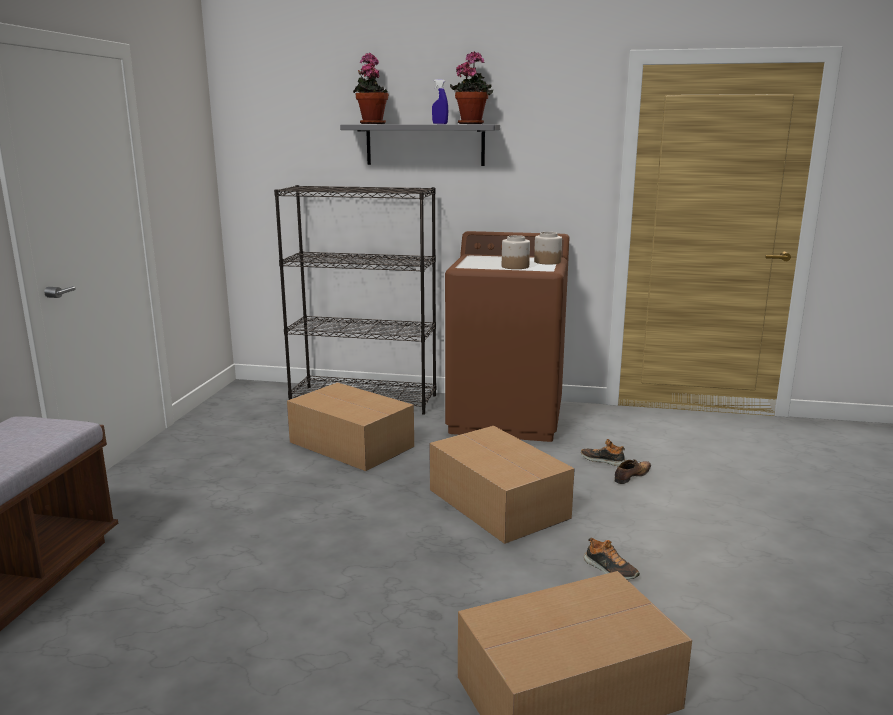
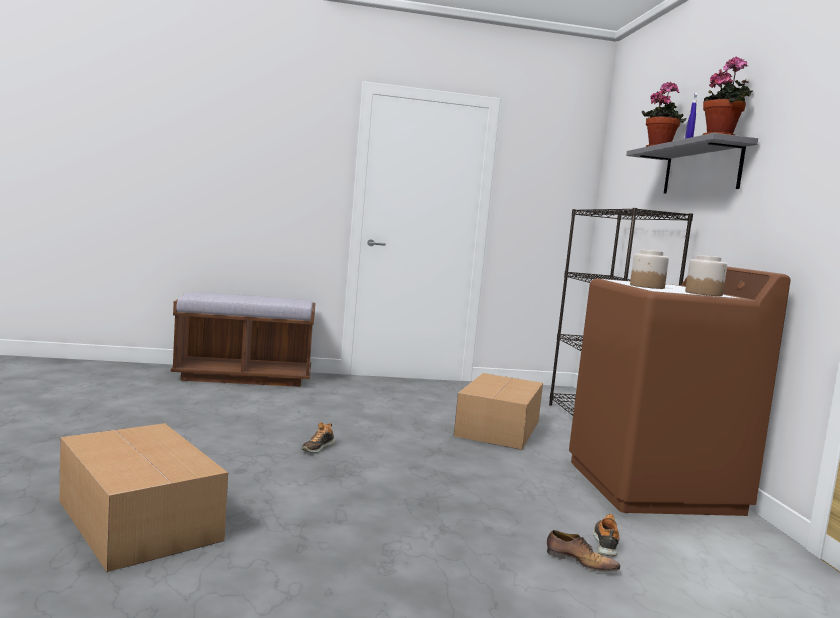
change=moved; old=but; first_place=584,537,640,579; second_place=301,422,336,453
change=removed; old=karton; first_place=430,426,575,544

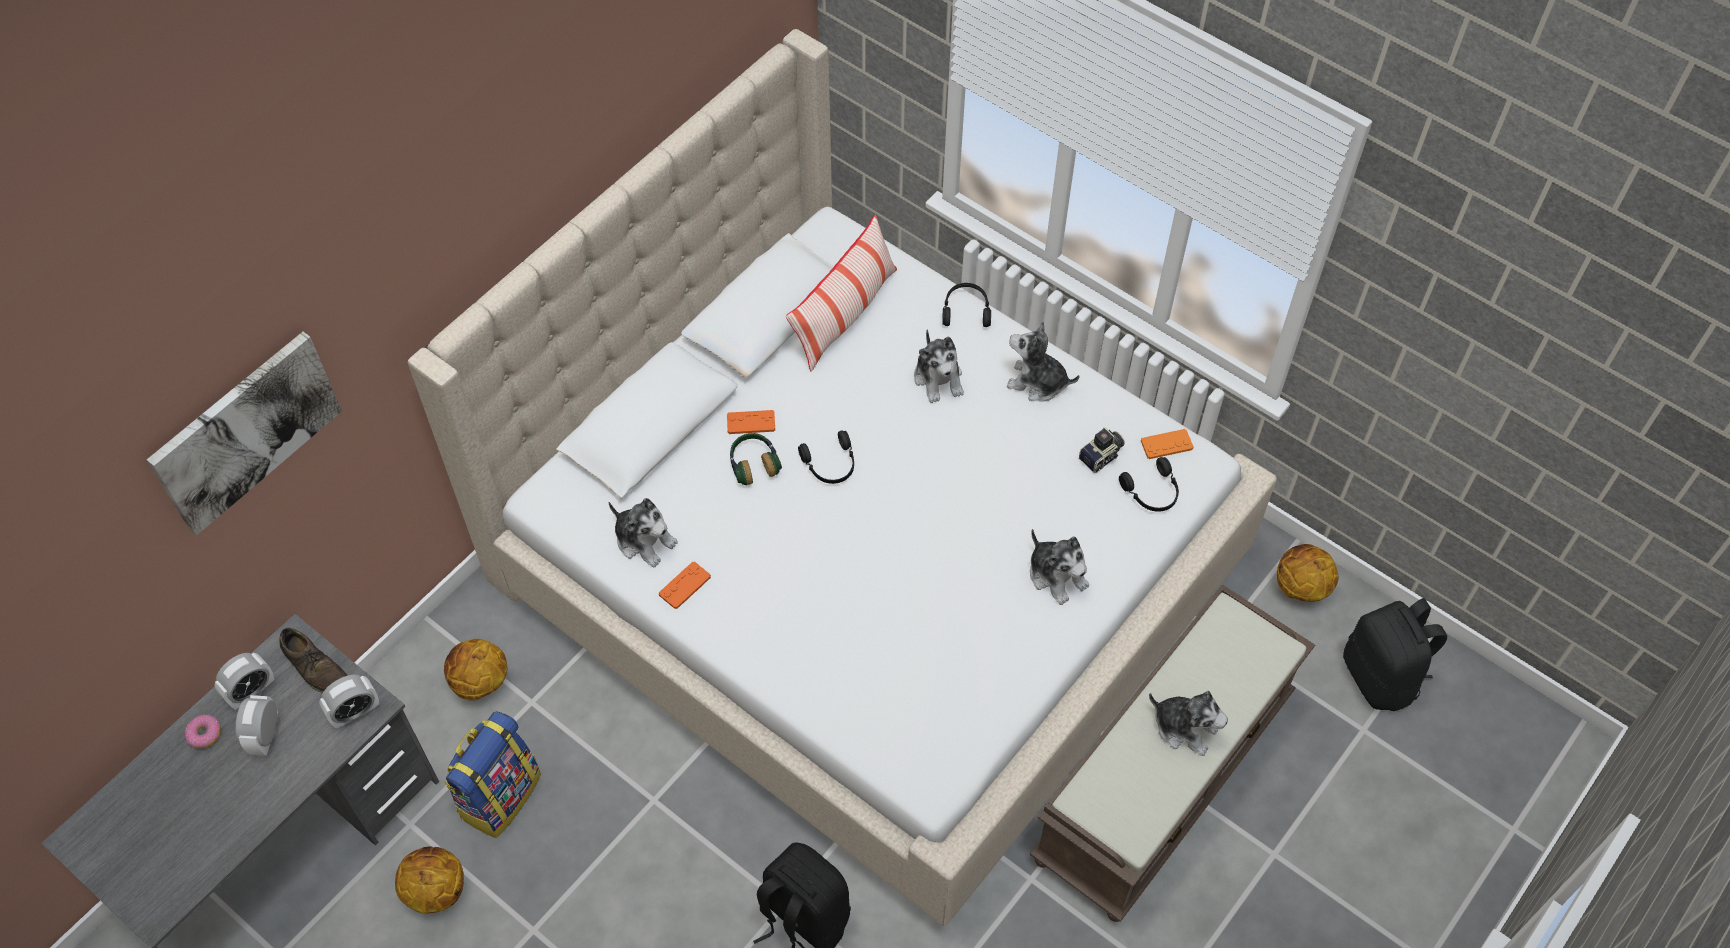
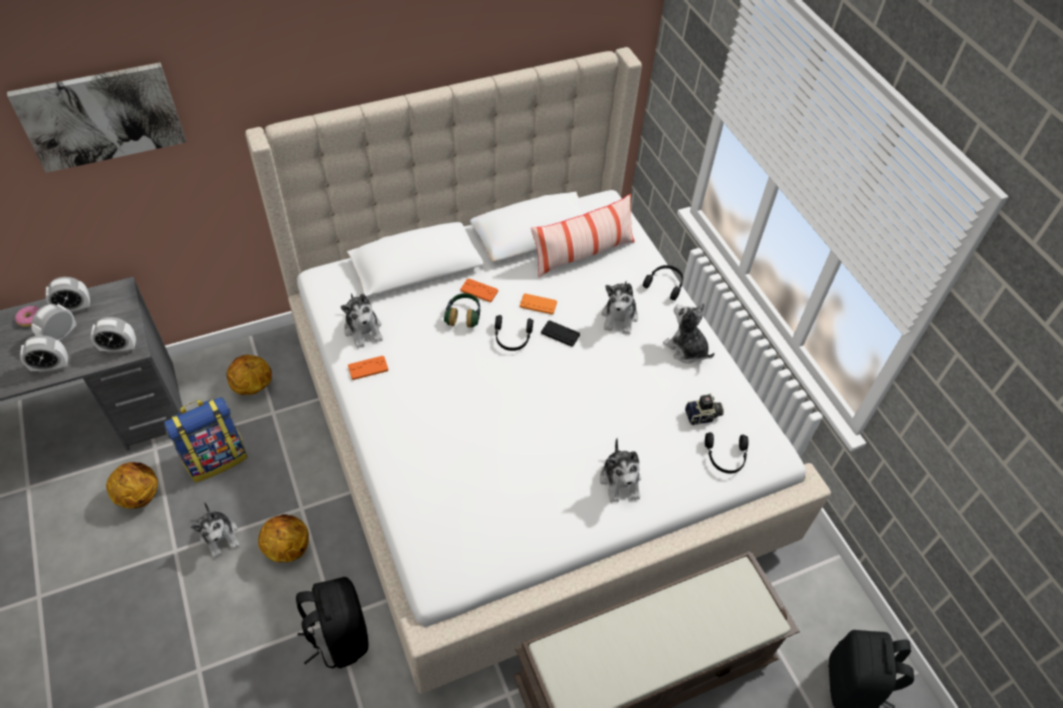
change=added; new=budzik; second_place=20,335,68,373
change=moved; old=pluszak; first_place=1149,691,1228,756; second_place=190,502,239,558
change=moved; old=piłka do koszykówki; first_place=1277,544,1338,602; second_place=258,514,309,562
change=moved; old=pad do gier/pomarańczowy; first_place=1141,429,1193,459; second_place=520,293,557,315
change=added; new=pad do gier/czarny; second_place=541,320,580,347
change=removed; old=but/brązowy; first_place=280,628,348,693

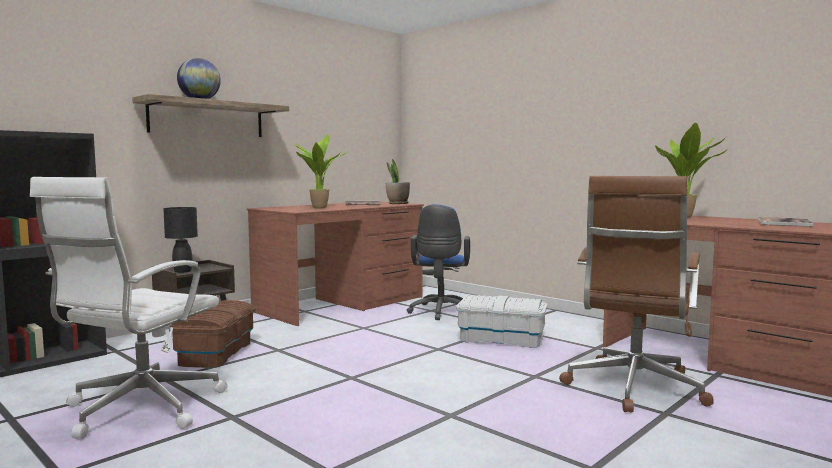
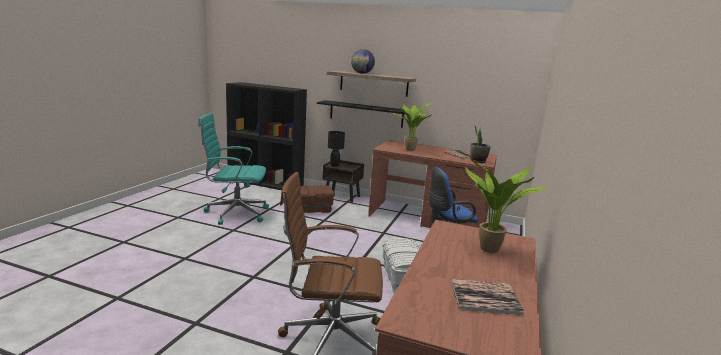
change=recoloured; old=krzesło biurowe/biały; new=krzesło biurowe/turkusowy; first_place=30,177,227,439; second_place=198,113,269,225
change=added; new=półka/czarny; second_place=317,100,411,128

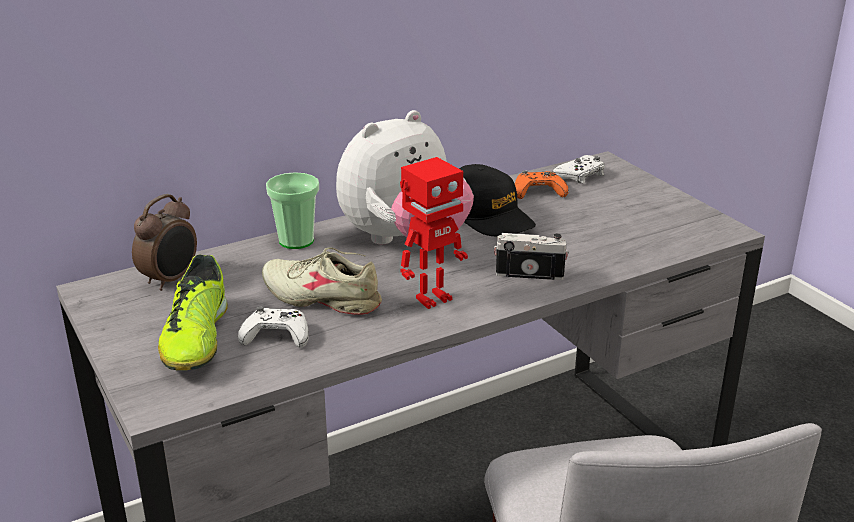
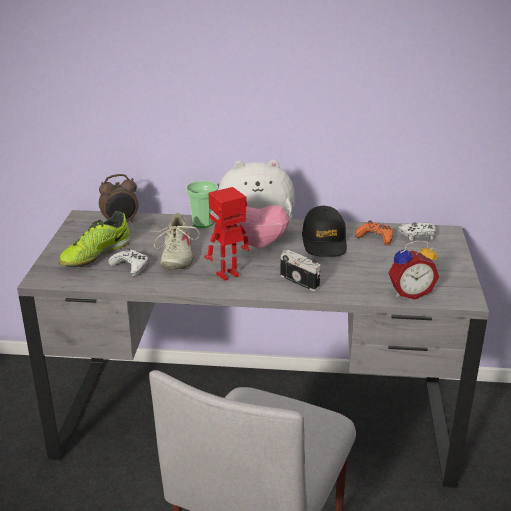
change=turned; old=but/beżowy; first_place=262,247,382,315; second_place=151,213,200,270; degrees=-150
change=turned; old=robot zabawkowy; first_place=400,157,468,309; second_place=205,187,249,281; degrees=150
change=added; new=budzik; second_place=388,240,439,300

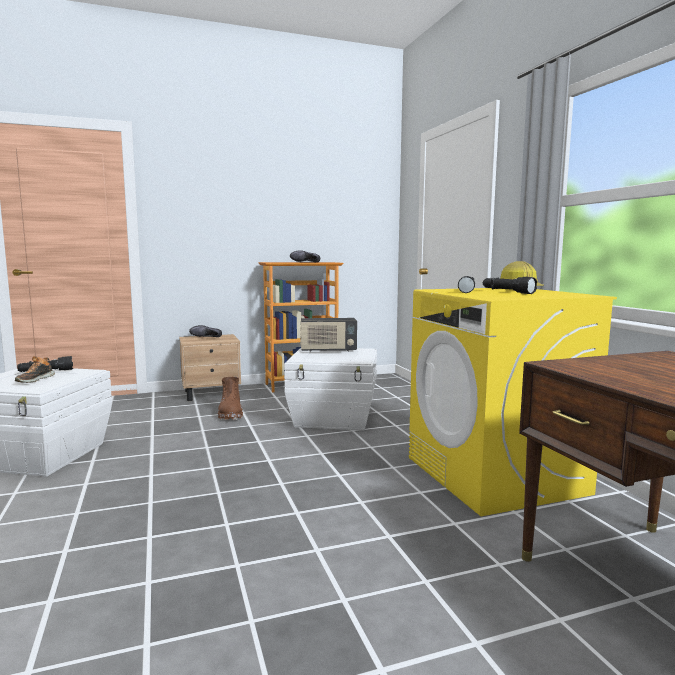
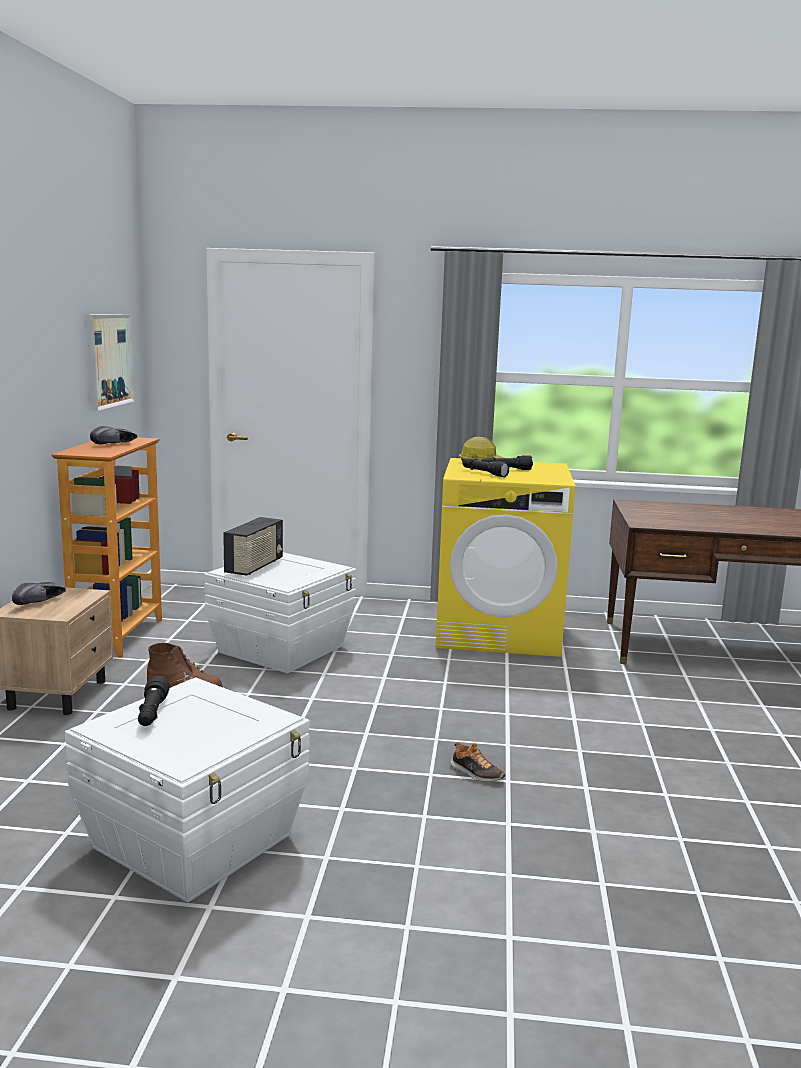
change=added; new=obraz; second_place=86,314,135,411
change=moved; old=but; first_place=15,356,55,383; second_place=450,742,505,782

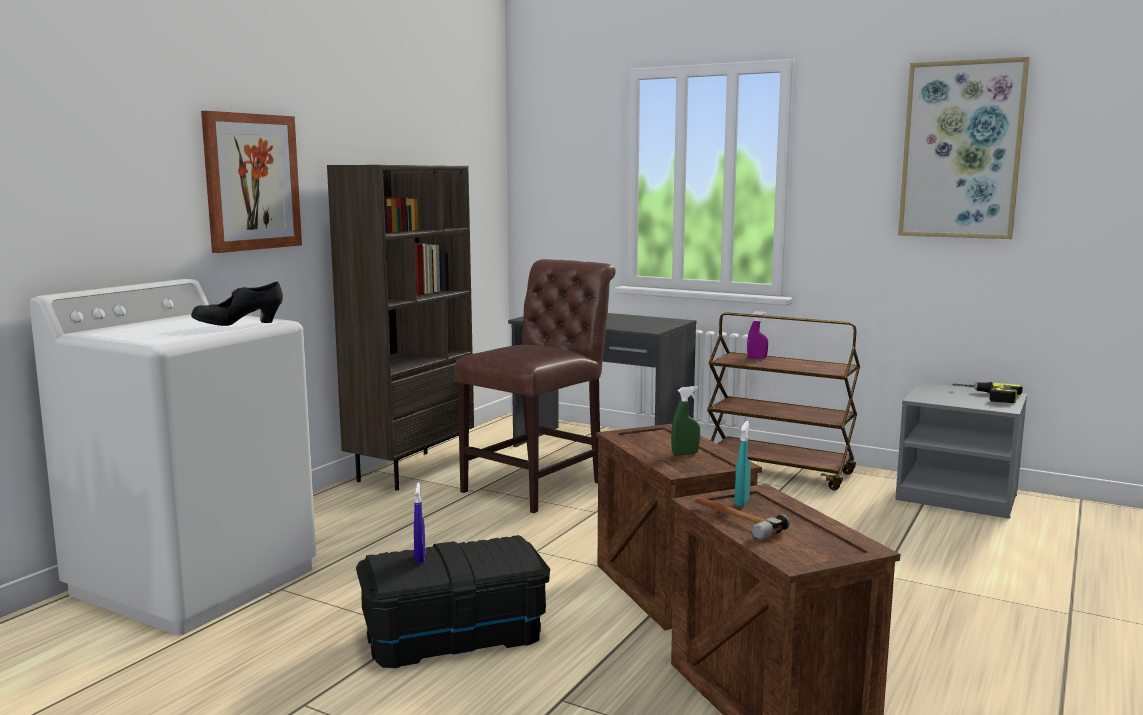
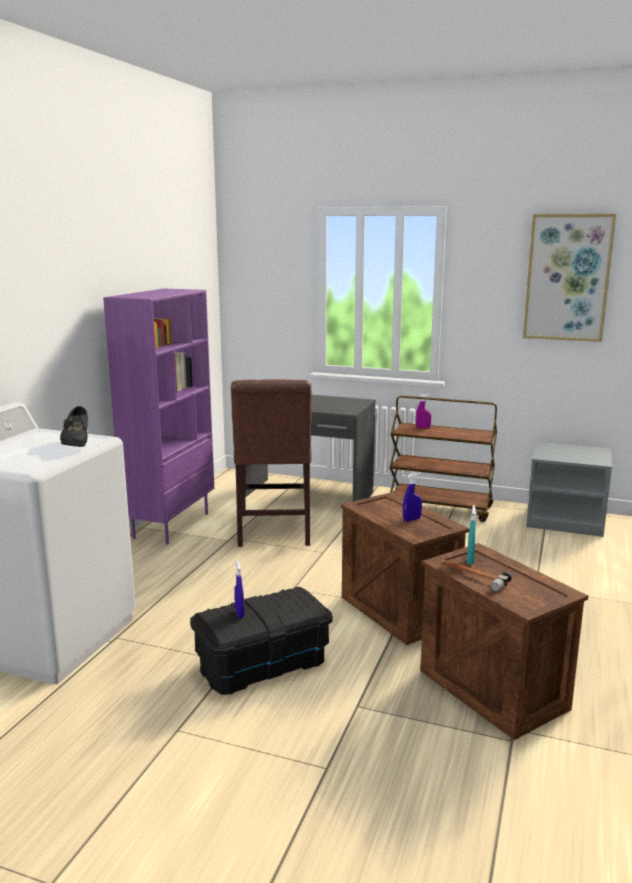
change=turned; old=but/czarny; first_place=191,282,283,326; second_place=60,406,88,447; degrees=-60
change=recoloured; old=regał/brązowy; new=regał/fioletowy; first_place=327,165,474,490; second_place=103,289,214,544
change=turned; old=krzesło/brązowy; first_place=455,259,616,513; second_place=231,379,312,547; degrees=150
change=recoloured; old=spryskiwacz/zielony; new=spryskiwacz/niebieski; first_place=671,386,700,456; second_place=403,473,422,522
change=removed; old=obraz; first_place=201,111,302,253
change=removed; old=wiertarka; first_place=953,382,1023,403

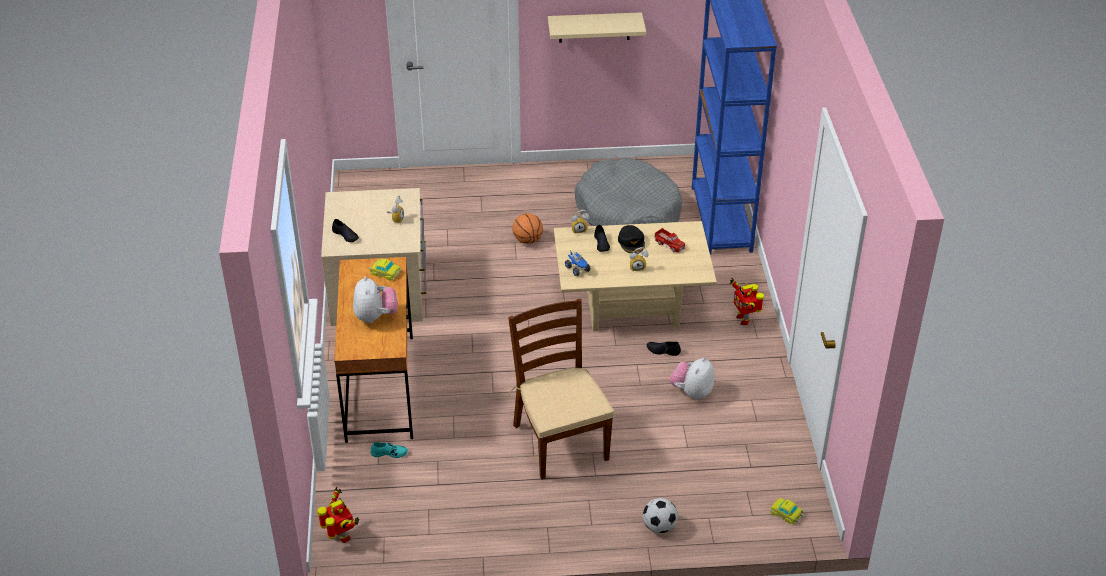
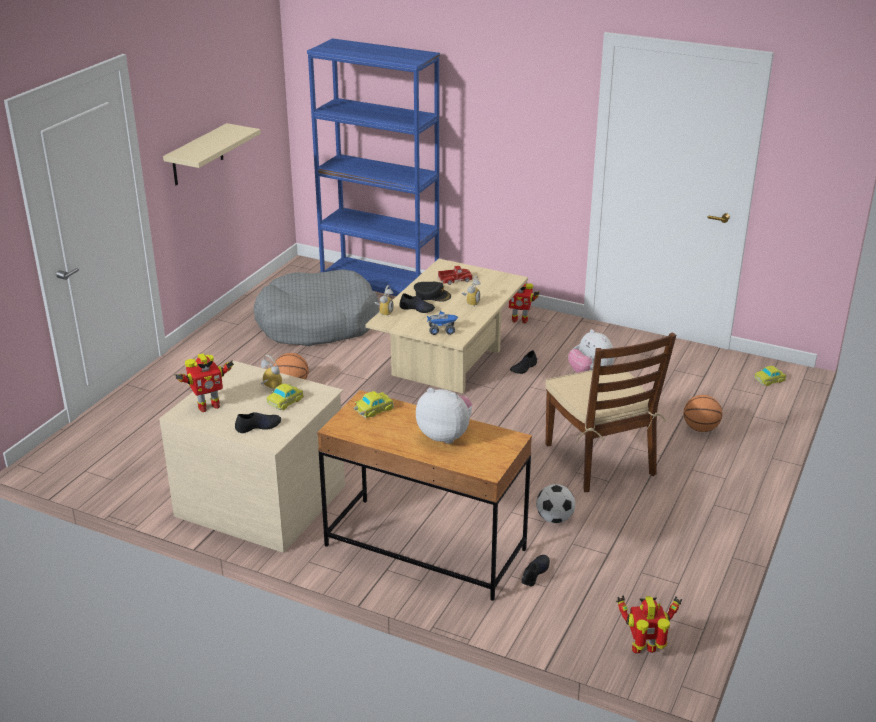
change=added; new=robot zabawkowy; second_place=175,353,234,412
change=added; new=samochodzik; second_place=266,383,304,410
change=recoloured; old=but/turkusowy; new=but/czarny; first_place=371,442,408,458; second_place=522,555,550,586
change=moved; old=piłka futbolowa; first_place=643,498,678,533; second_place=536,484,575,523
change=turned; old=krzesło/brązowy; first_place=507,299,614,480; second_place=545,332,676,492; degrees=-120
change=added; new=piłka do koszykówki; second_place=684,395,723,432

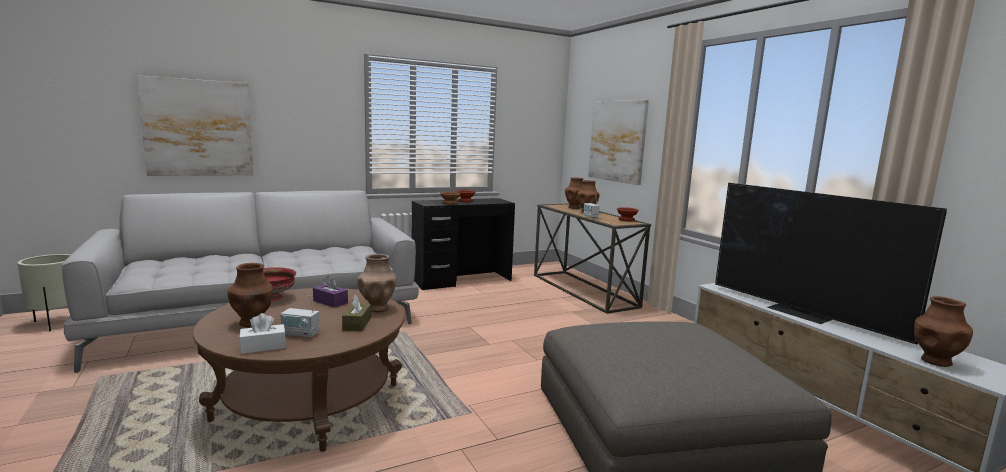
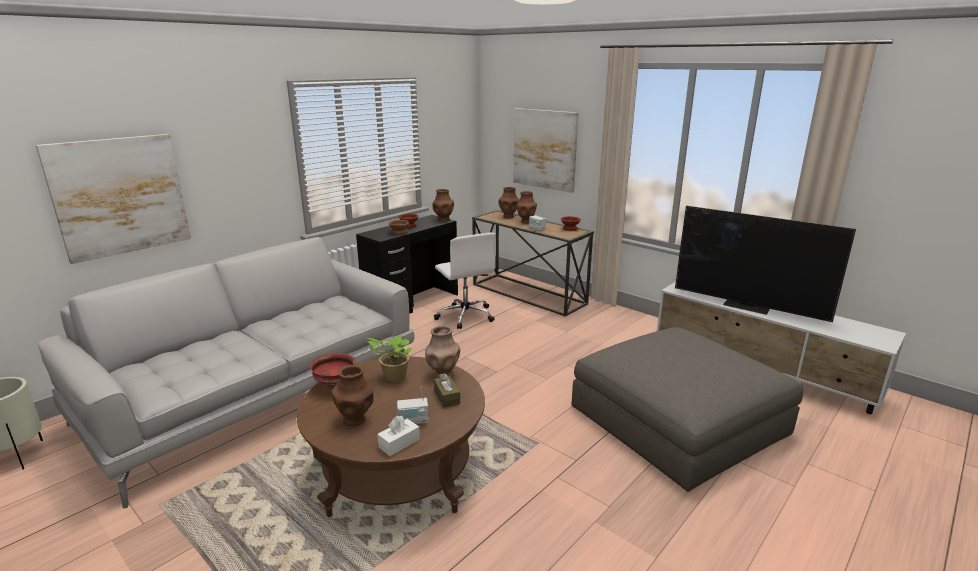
change=replaced; old=pudełko chusteczek/fioletowy; new=roślina doniczkowa; first_place=313,276,348,308; second_place=367,335,412,382
change=moved; old=wazon/brązowy; first_place=914,296,973,367; second_place=433,189,454,222
change=added; new=krzesło biurowe/biały; second_place=434,233,495,329

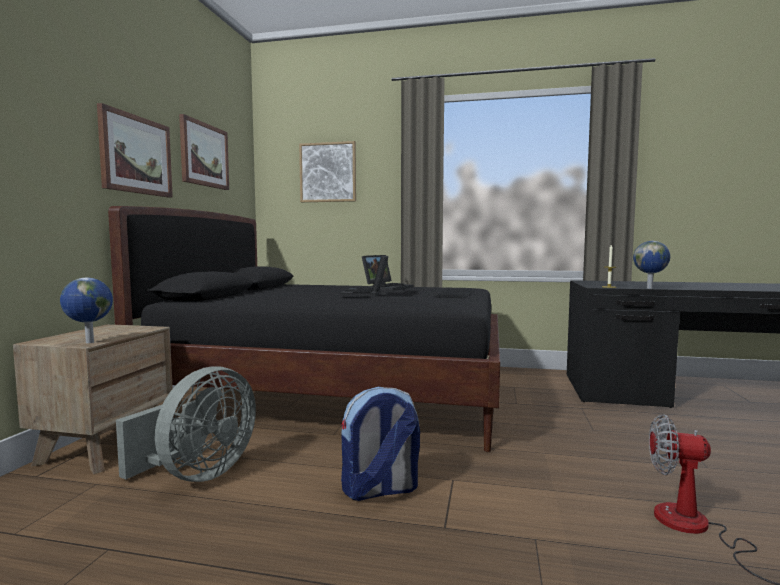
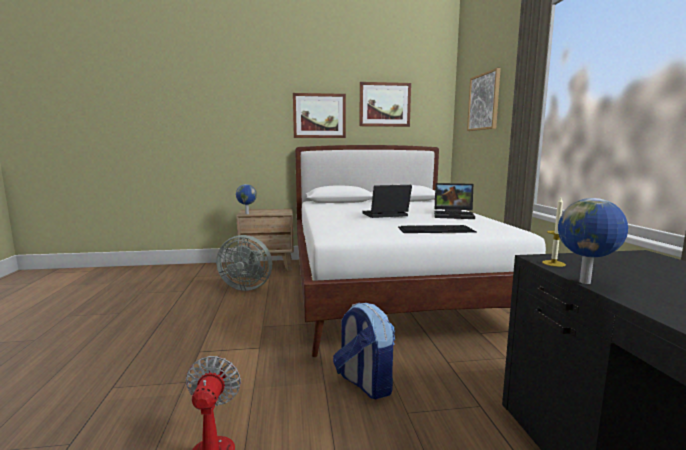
change=recoloured; old=łóżko/czarny; new=łóżko/biały; first_place=108,206,500,452; second_place=295,145,546,357
change=moved; old=plecak; first_place=341,387,420,501; second_place=333,302,395,399

